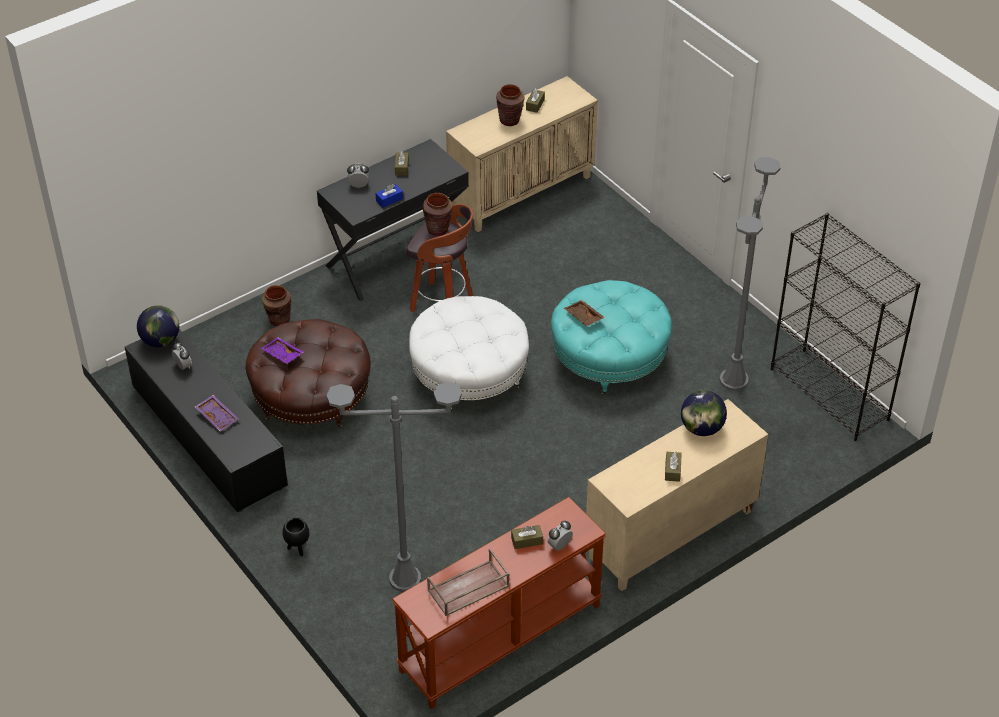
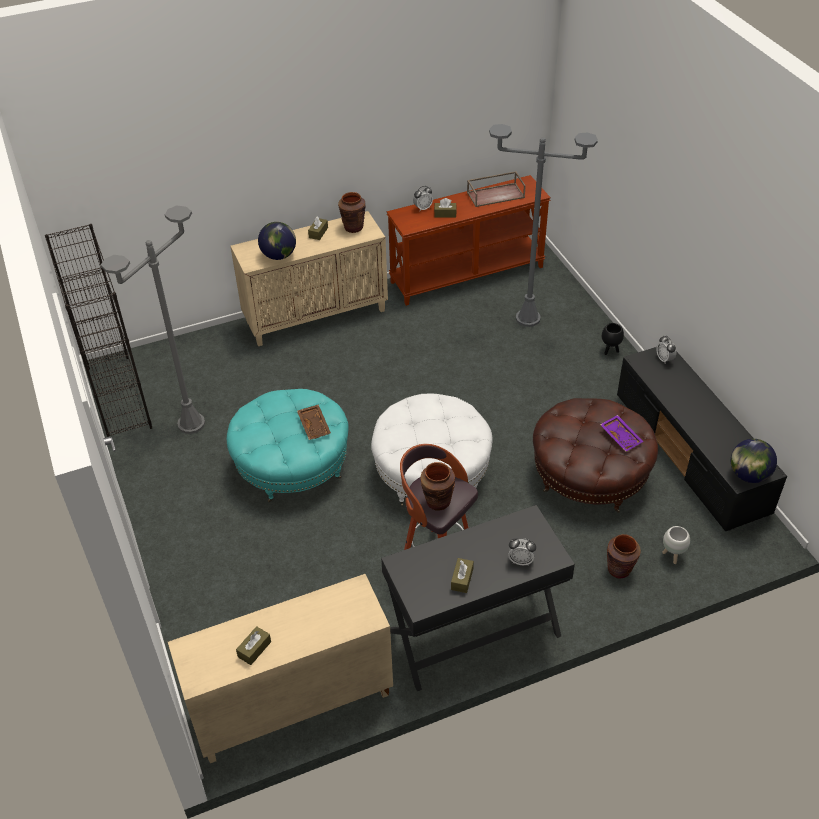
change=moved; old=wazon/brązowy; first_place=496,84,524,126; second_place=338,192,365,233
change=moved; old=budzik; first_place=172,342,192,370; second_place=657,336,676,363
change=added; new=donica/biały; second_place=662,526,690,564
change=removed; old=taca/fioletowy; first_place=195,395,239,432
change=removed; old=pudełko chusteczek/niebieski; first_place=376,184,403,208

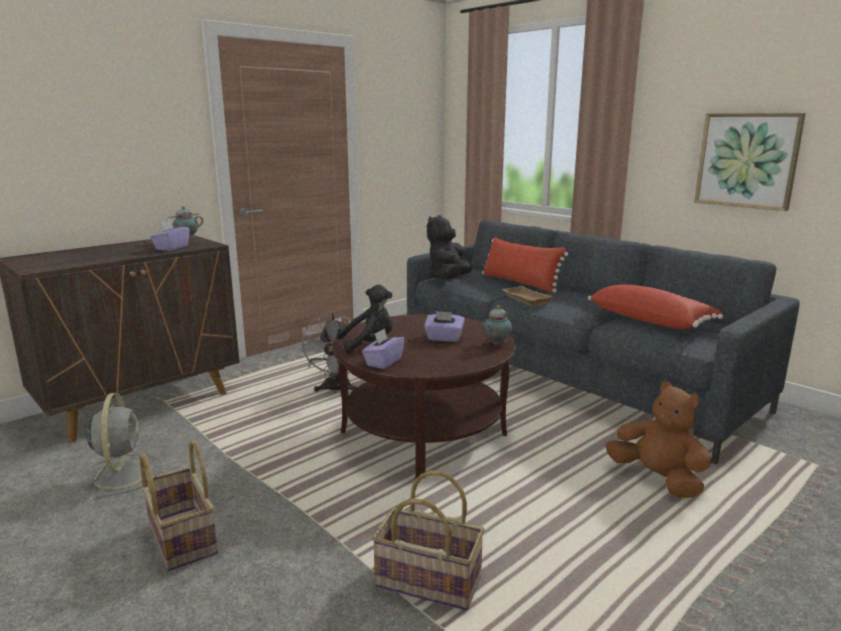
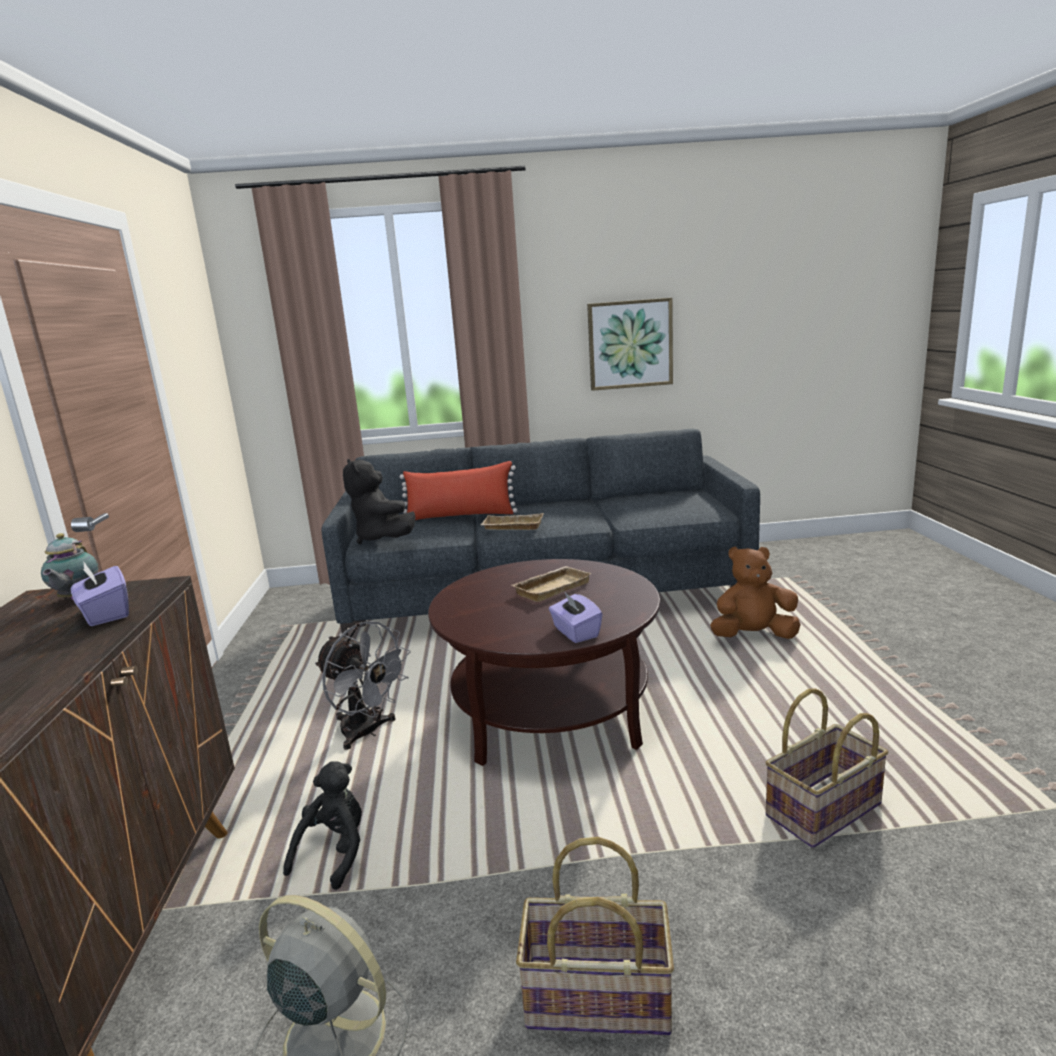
change=moved; old=pluszak/czarny; first_place=337,285,393,354; second_place=283,761,362,890
change=replaced; old=pudełko chusteczek/fioletowy; new=taca/beżowy; first_place=424,311,465,342; second_place=512,566,592,602
change=removed; old=imbryk; first_place=483,306,512,346
change=removed; old=poduszka/czerwony; first_place=588,285,723,329

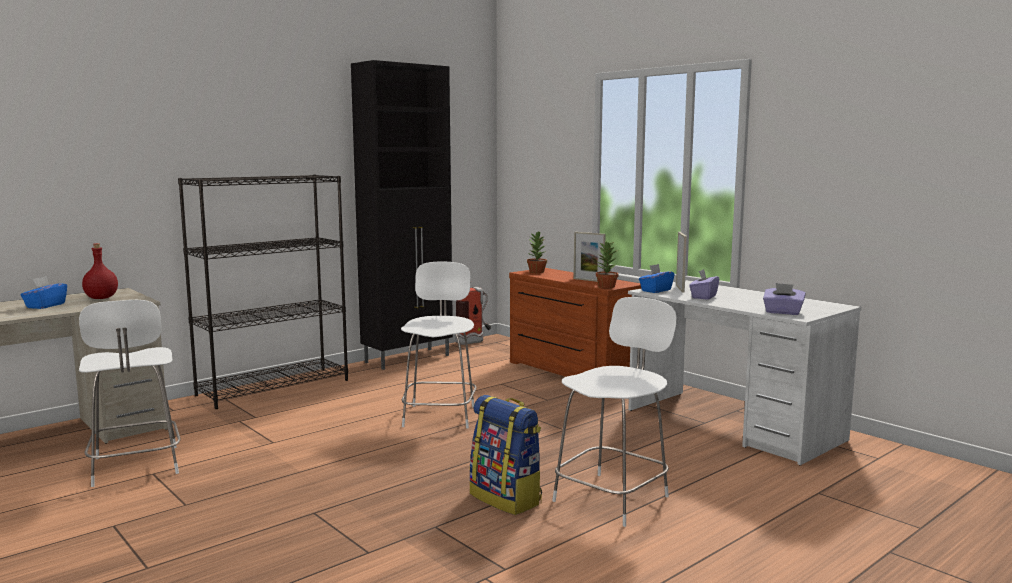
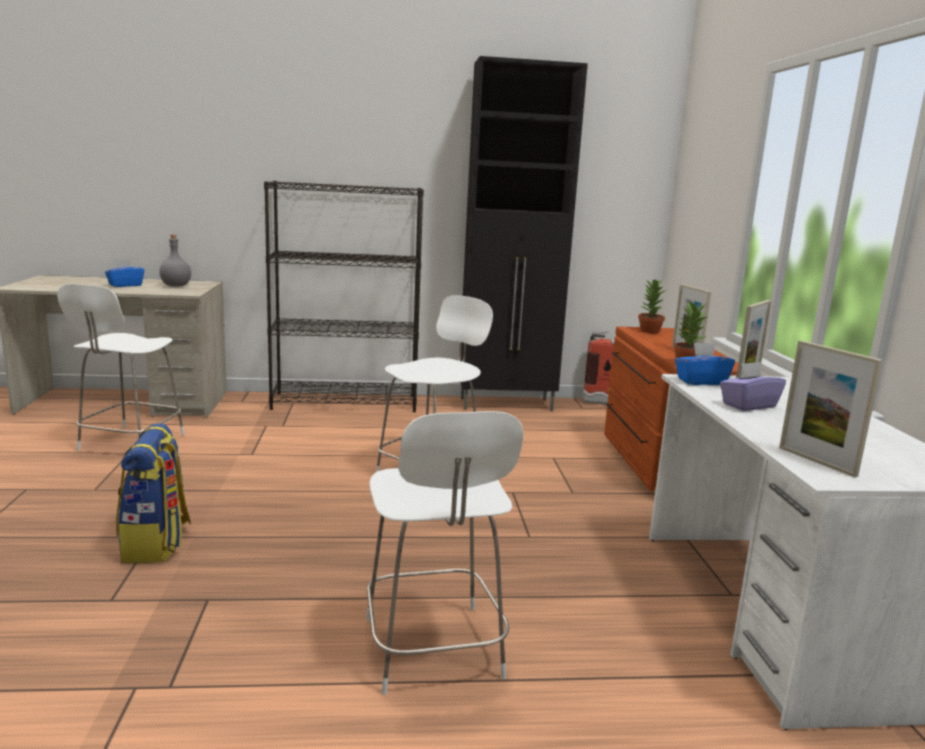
change=moved; old=plecak; first_place=470,395,542,515; second_place=116,423,191,563
change=recoloured; old=butelka/czerwony; new=butelka/szary; first_place=82,243,118,299; second_place=159,235,191,287
change=turned; old=krzesło/biały; first_place=552,297,677,527; second_place=366,411,524,695; degrees=90
change=replaced; old=pudełko chusteczek/fioletowy; new=ramka na zdjęcie; first_place=763,283,806,315; second_place=779,340,883,477

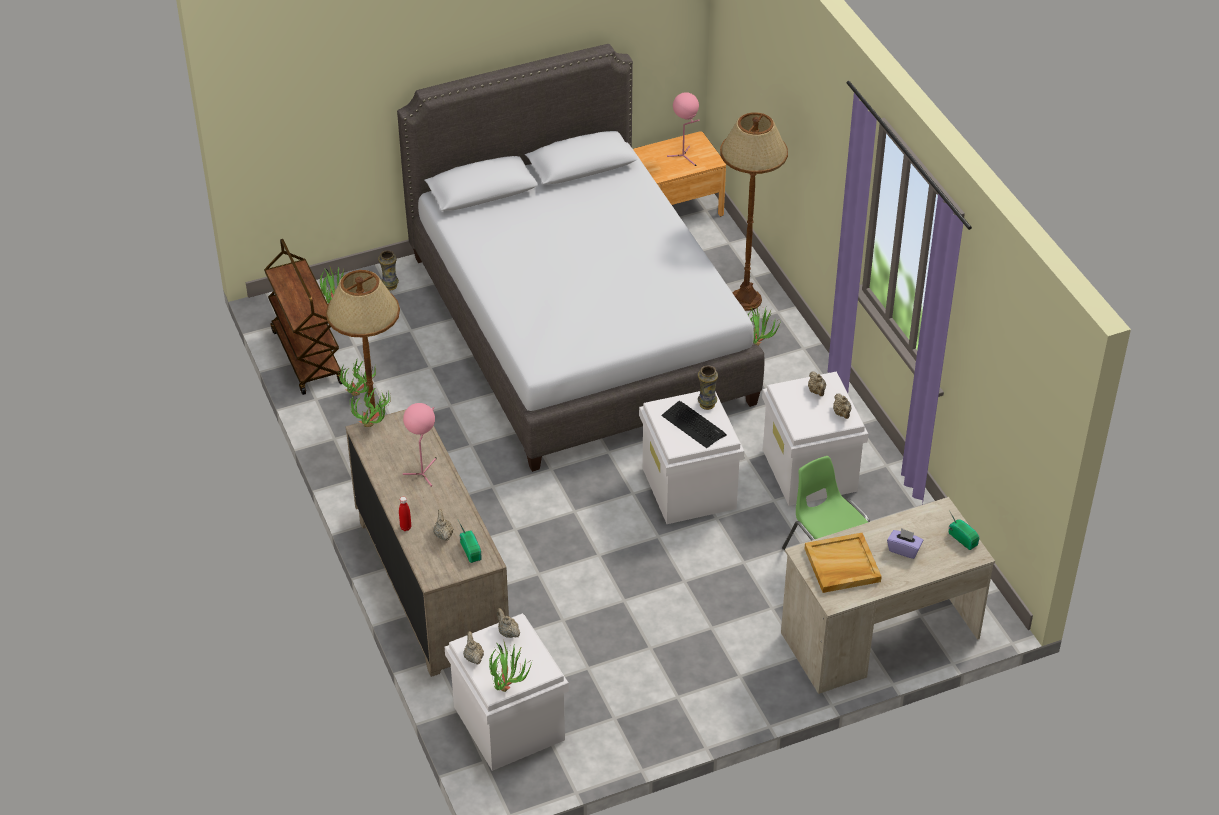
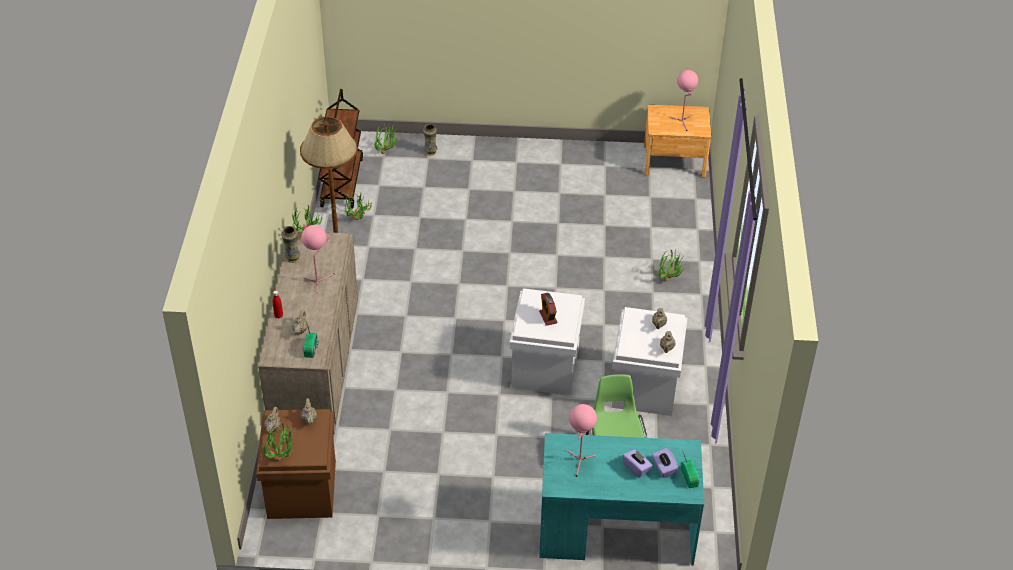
change=recoloured; old=pojemnik do przechowywania/biały; new=pojemnik do przechowywania/brązowy; first_place=445,613,569,771; second_place=256,409,336,519
change=moved; old=wazon; first_place=698,366,718,410; second_place=281,226,300,263
change=replaced; old=klawiatura; new=budzik; first_place=661,401,727,448; second_place=539,293,557,326
change=recoloured; old=biurko/beżowy; new=biurko/turkusowy; first_place=781,497,995,694; second_place=539,433,704,566
change=replaced; old=taca/beżowy; new=lampa stołowa/różowy; first_place=804,533,882,593; second_place=567,404,597,477
change=added; new=pudełko chusteczek/fioletowy; second_place=652,447,678,478
change=removed; old=łóżko/szary; first_place=397,44,764,472
change=removed; old=lampa stojąca/brązowy; first_place=720,112,788,311

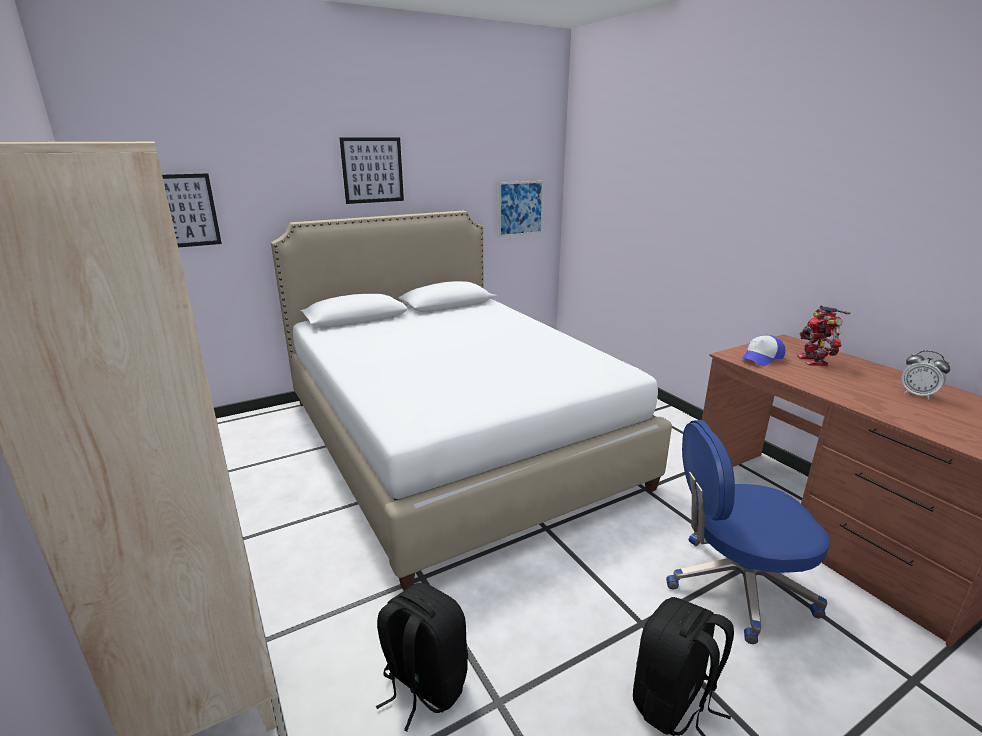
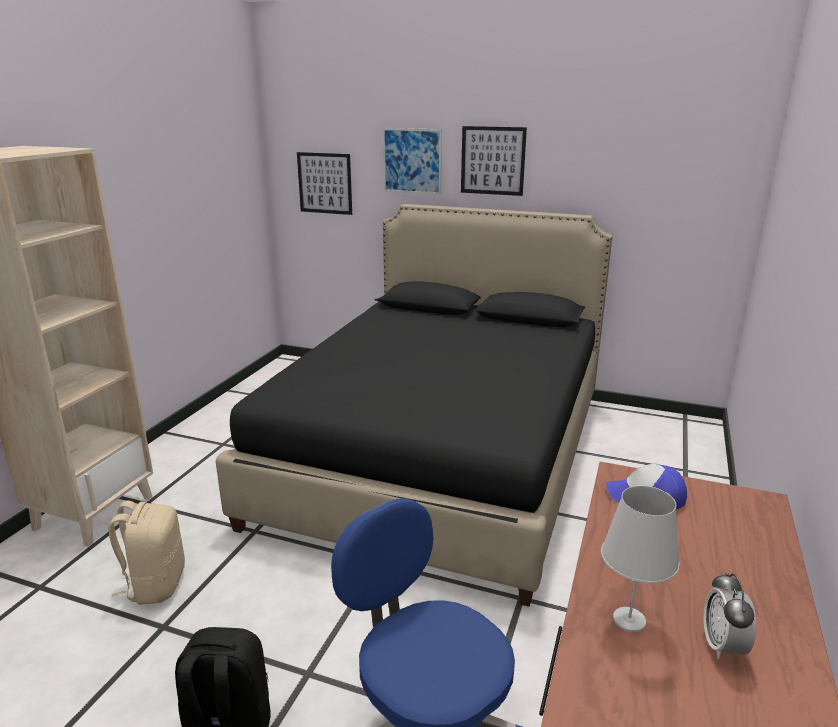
change=recoloured; old=plecak/czarny; new=plecak/beżowy; first_place=376,583,468,731; second_place=108,500,185,605
change=recoloured; old=łóżko/biały; new=łóżko/czarny; first_place=271,211,672,591; second_place=216,204,612,607
change=moved; old=obraz; first_place=499,181,544,237; second_place=382,128,442,195
change=added; new=lampa stołowa/biały; second_place=601,486,680,632
change=removed; old=robot zabawkowy; first_place=797,306,851,366

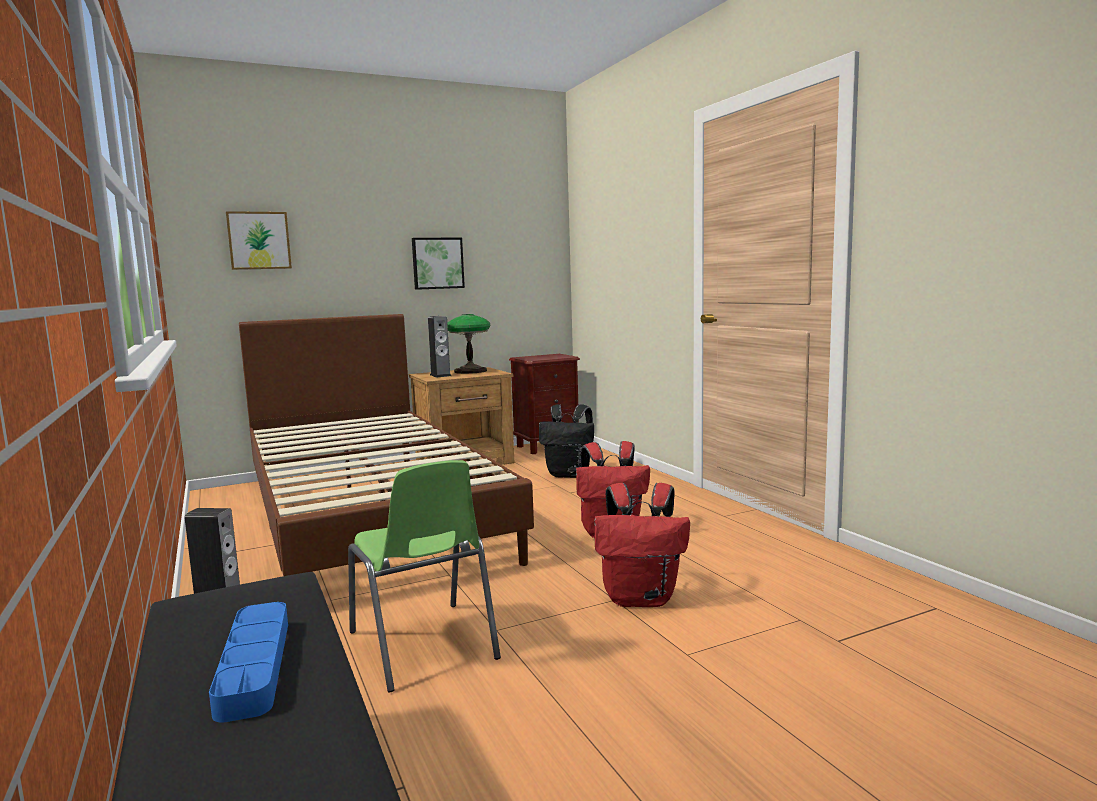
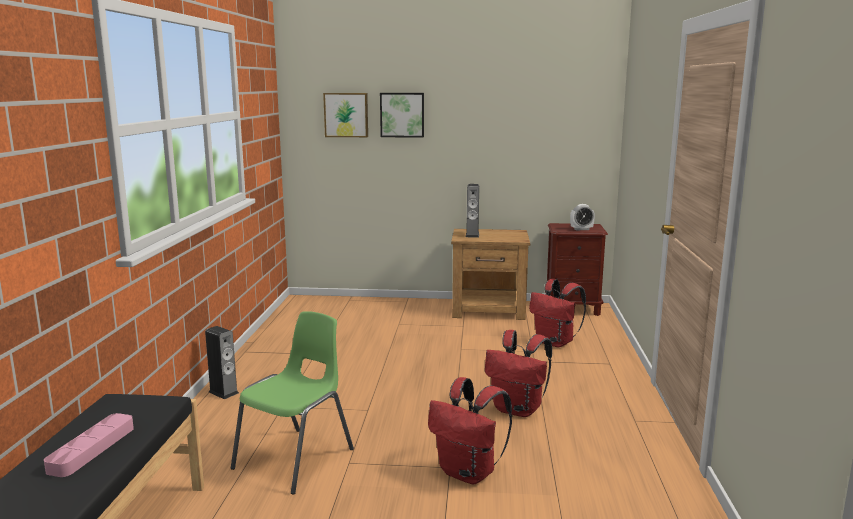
change=recoloured; old=taca/niebieski; new=taca/różowy; first_place=209,602,288,722; second_place=44,413,134,477
change=turned; old=krzesło/zielony; first_place=348,460,501,692; second_place=231,311,354,495; degrees=-150
change=moved; old=obraz; first_place=412,238,465,290; second_place=380,93,424,138
change=recoloured; old=plecak/czarny; new=plecak/czerwony; first_place=539,404,594,478; second_place=529,279,586,347
change=added; new=budzik; second_place=570,204,595,230
change=removed; old=łóżko/brązowy; first_place=239,314,534,576
change=removed; old=lampa stołowa; first_place=447,314,491,374

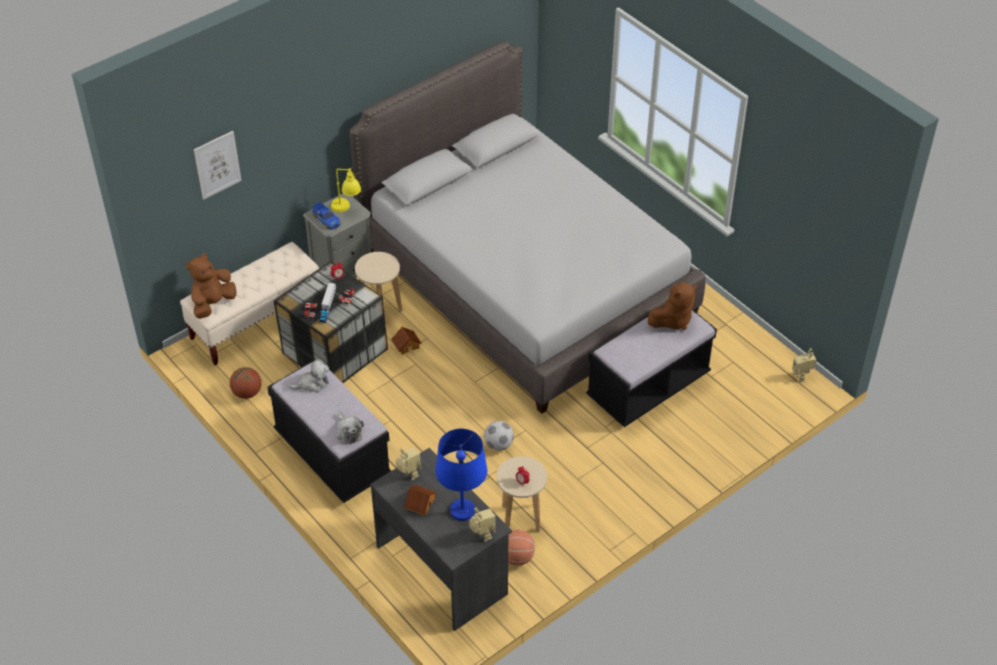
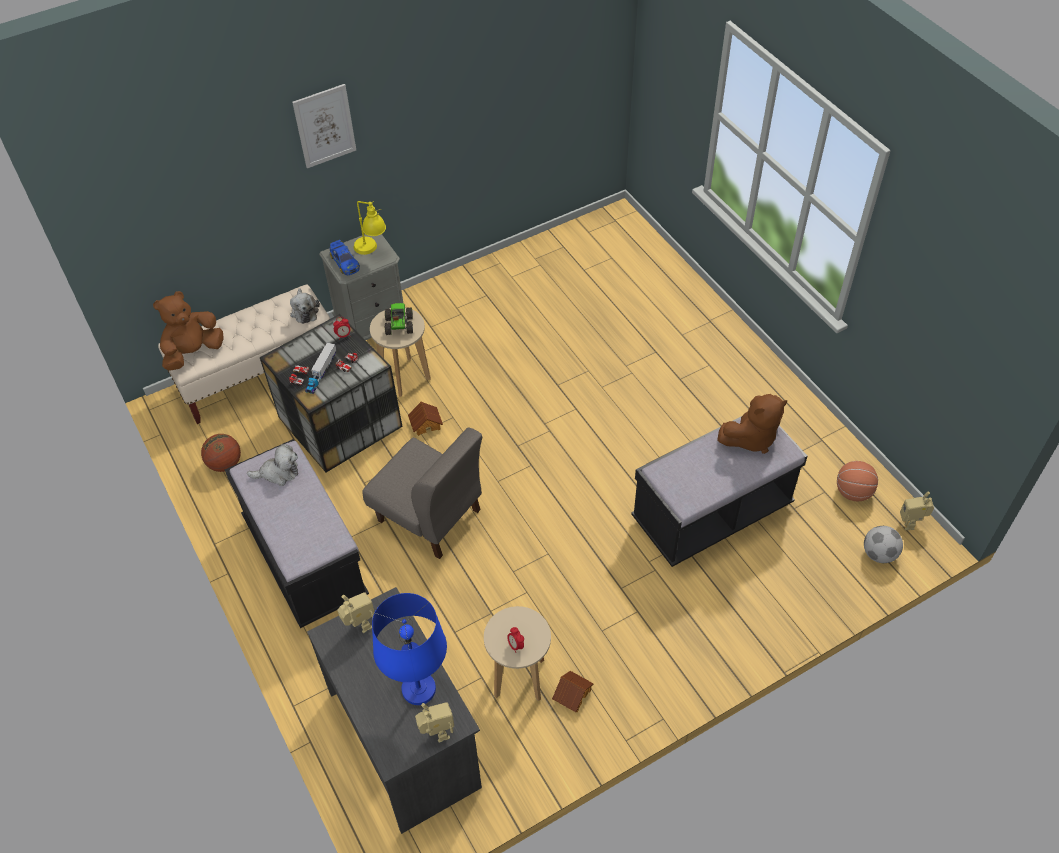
change=moved; old=pluszak; first_place=337,411,364,444; second_place=290,288,320,324
change=moved; old=obraz; first_place=194,131,242,199; second_place=292,84,356,168
change=added; new=krzesło/szary; second_place=362,428,482,559
change=added; new=ciężarówka zabawkowa; second_place=385,303,413,335
change=moved; old=domek; first_place=404,485,437,516; second_place=552,671,594,712
change=moved; old=piłka do koszykówki; first_place=508,530,535,566; second_place=837,461,878,501
change=moved; old=piłka futbolowa; first_place=484,421,514,451; second_place=864,526,903,563
change=removed; old=łóżko/szary; first_place=349,40,706,414

